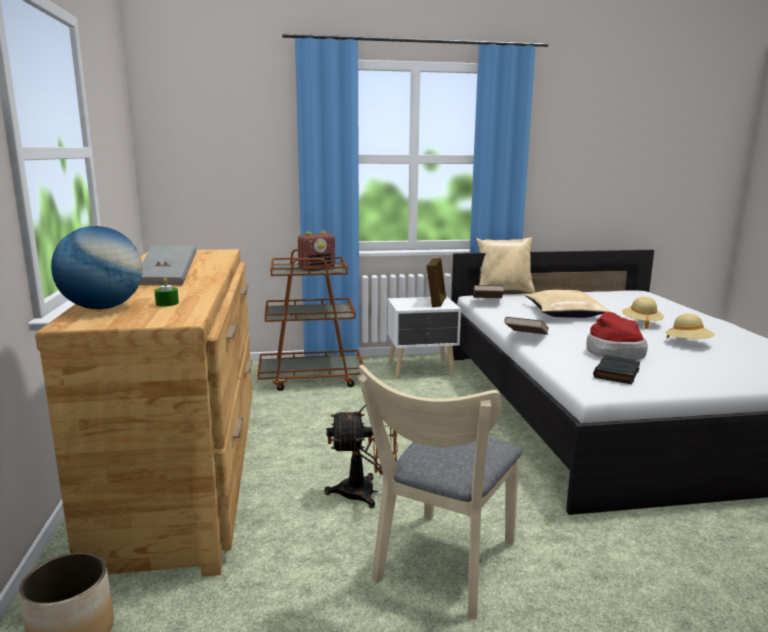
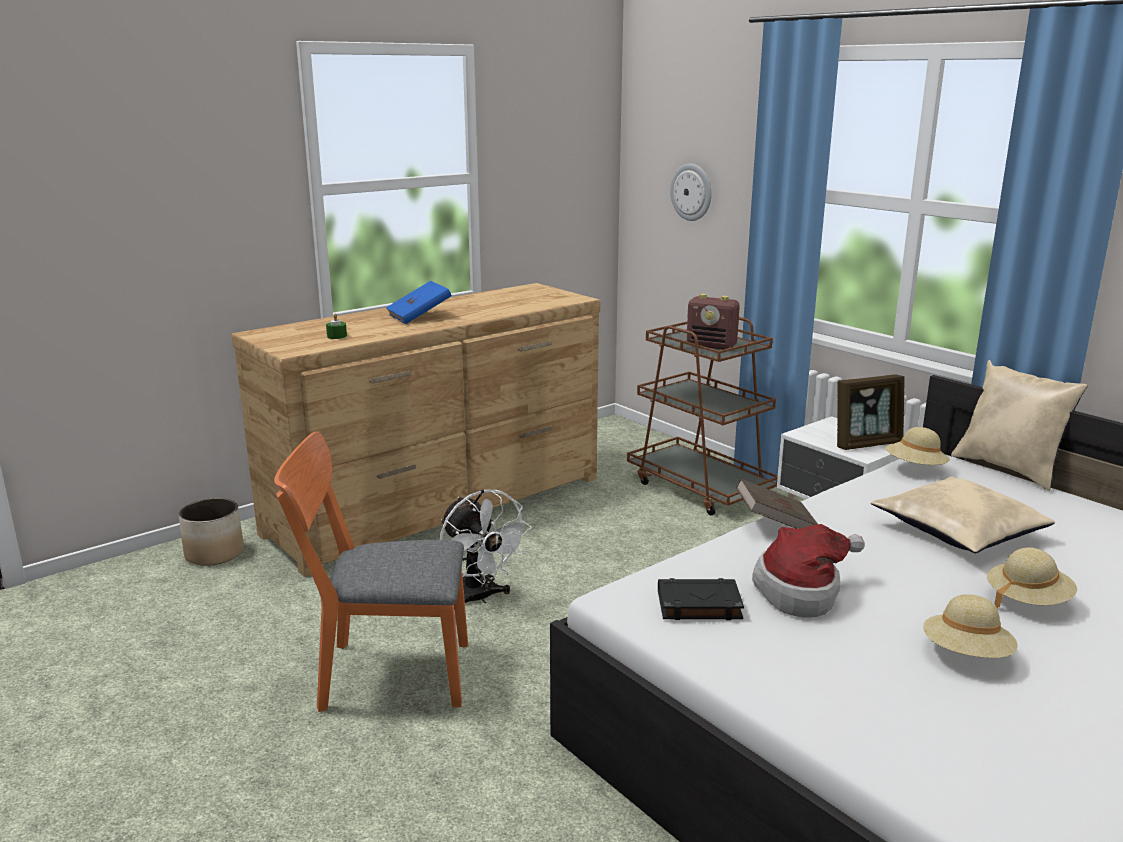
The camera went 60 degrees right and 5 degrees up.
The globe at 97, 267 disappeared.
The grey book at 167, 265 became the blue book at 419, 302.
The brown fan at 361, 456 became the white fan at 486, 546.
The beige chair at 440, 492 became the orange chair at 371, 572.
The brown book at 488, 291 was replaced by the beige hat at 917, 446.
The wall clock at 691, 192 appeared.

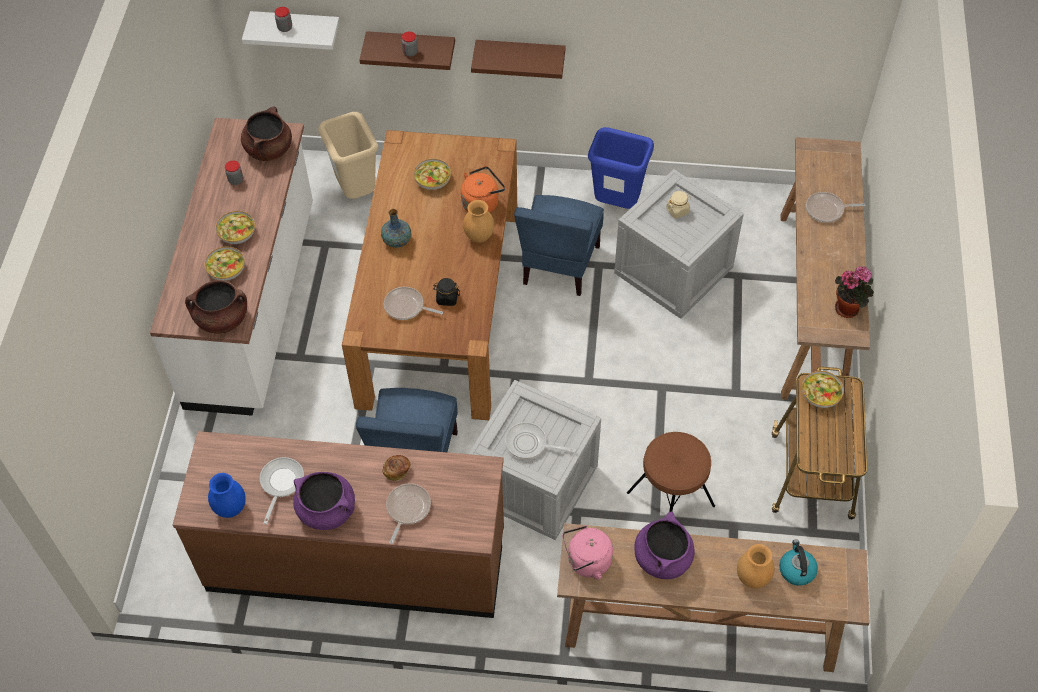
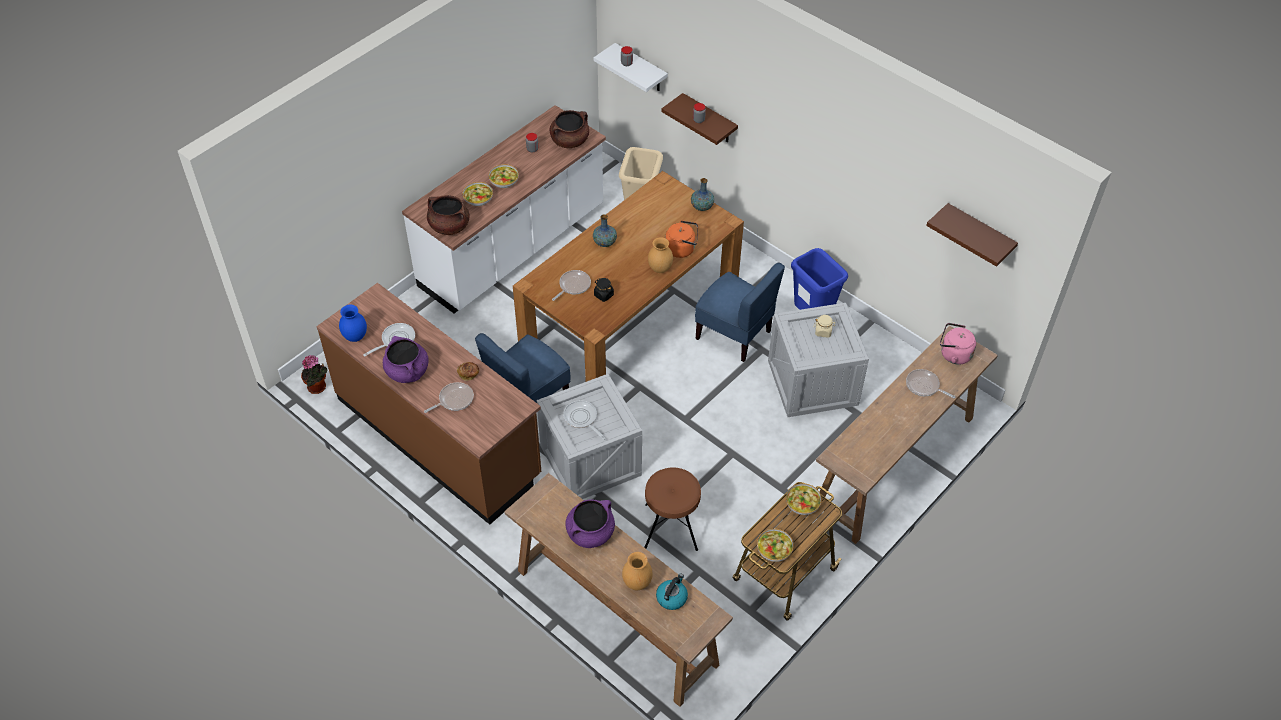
The camera went 35 degrees right and 5 degrees down.
The frying pan at 413, 303 turned 75 degrees clockwise.
The bowl moved from 432, 174 to 775, 545.
The brown shelf moved from 518, 59 to 972, 235.
The blue chair at 559, 245 turned 105 degrees counterclockwise.
The pink kettle moved from 587, 553 to 958, 344.
The potted plant moved from 854, 292 to 314, 374.
The vase at 702, 194 appeared.

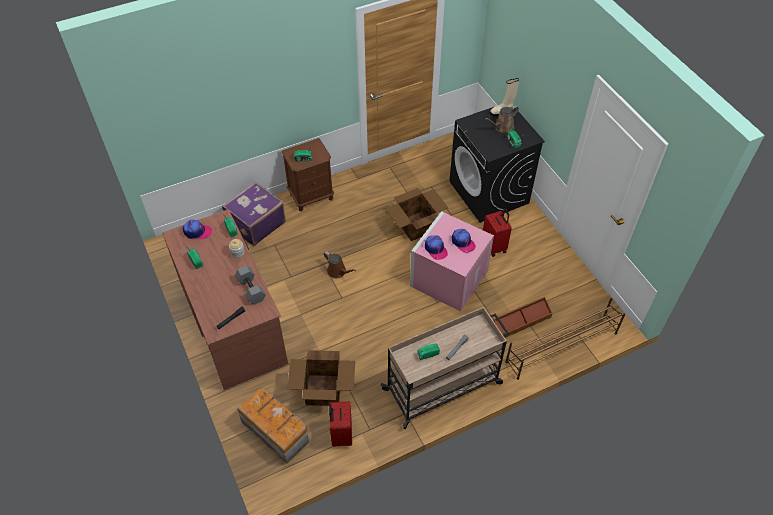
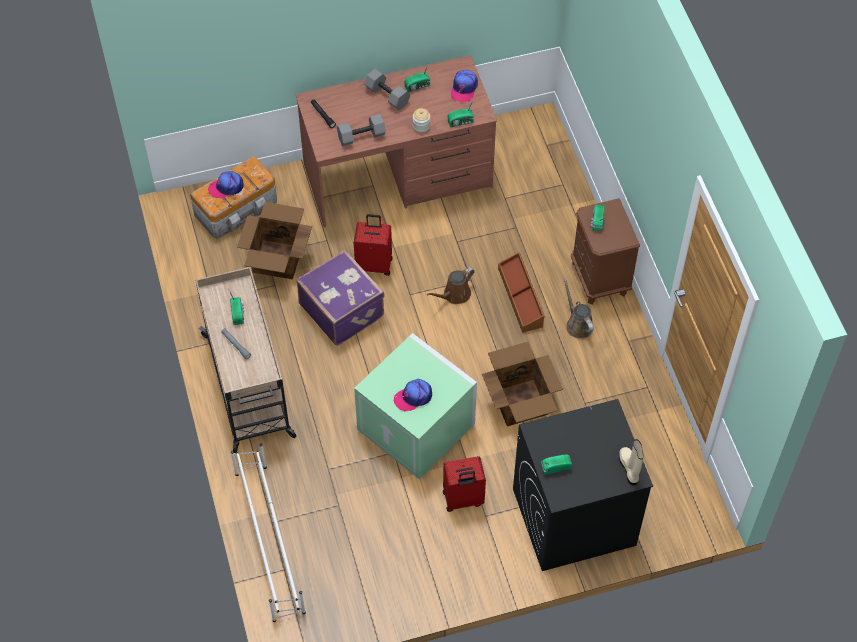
The camera went 100 degrees right and 5 degrees up.
The purple suitcase moved from 254, 213 to 340, 298.
The red suitcase moved from 340, 424 to 373, 245.
The pink storage box at 452, 261 became the green storage box at 415, 406.
The cap moved from 436, 247 to 225, 184.
The brown watering can moved from 502, 119 to 579, 308.
The brown storage box moved from 523, 317 to 521, 292.
The brown shoe rack at 565, 339 became the white shoe rack at 268, 532.
The grey dumbbell at 387, 89 appeared.

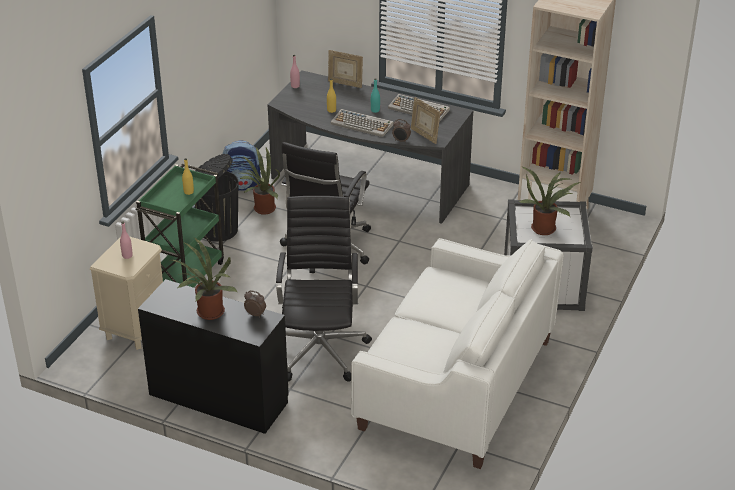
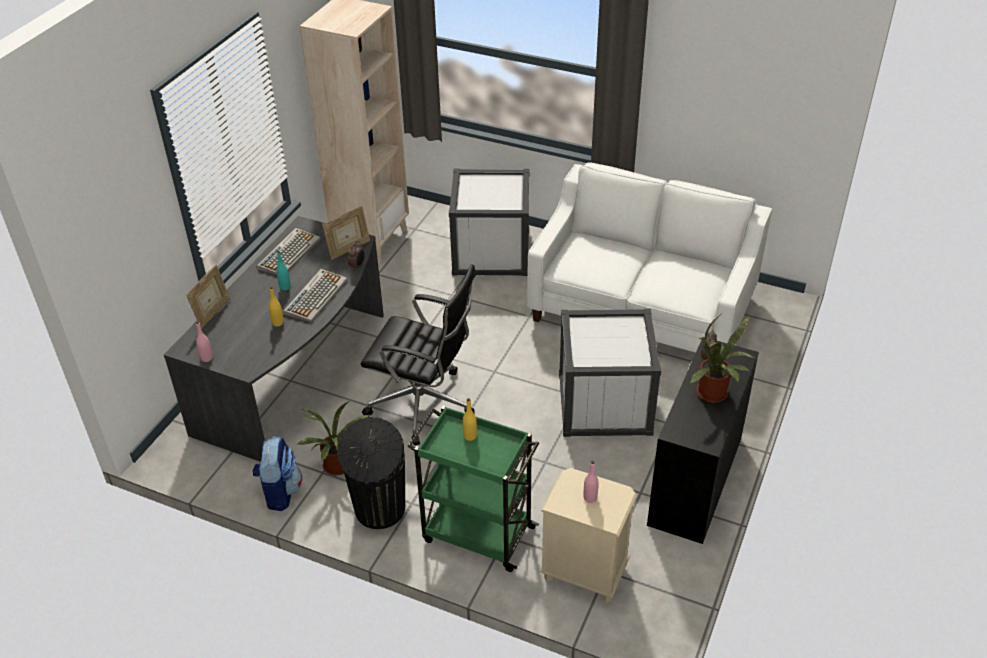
The camera went 90 degrees left and 5 degrees up.
The black office chair at 324, 289 was replaced by the white storage box at 610, 373.
The potted plant at 549, 200 disappeared.

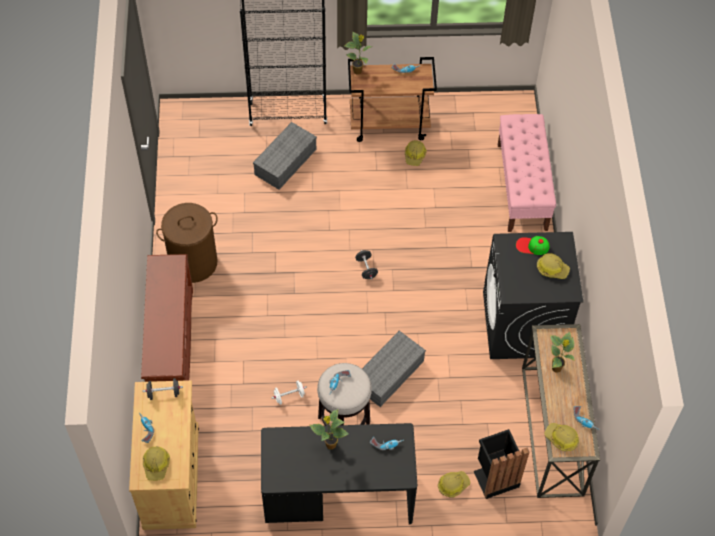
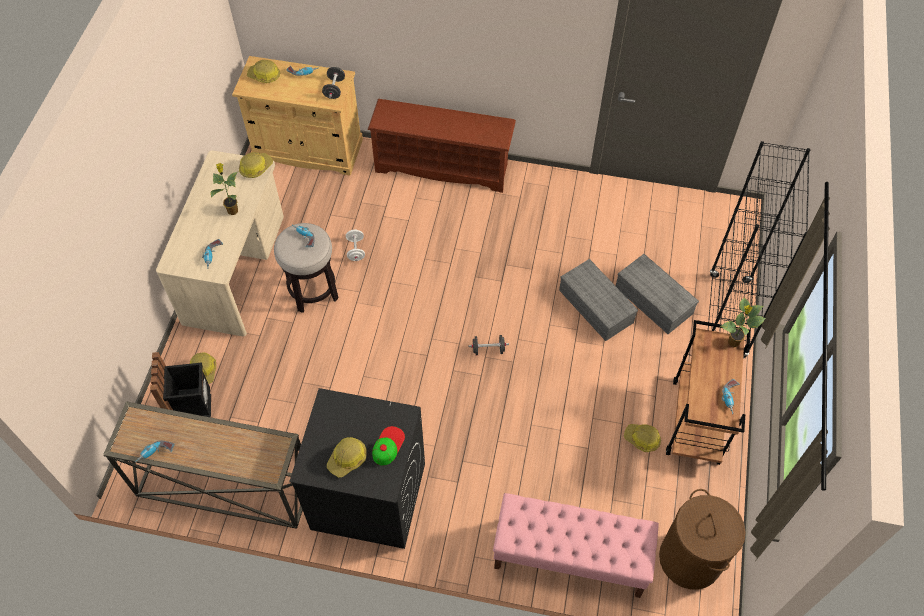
The camera went 105 degrees right and 0 degrees up.
The brown laundry basket moved from 187, 243 to 702, 539.
The black desk at 339, 473 became the beige desk at 220, 243.
The grey storage box moved from 394, 369 to 598, 300.
The hard hat moved from 561, 437 to 256, 165.
The potted plant at 562, 352 disappeared.

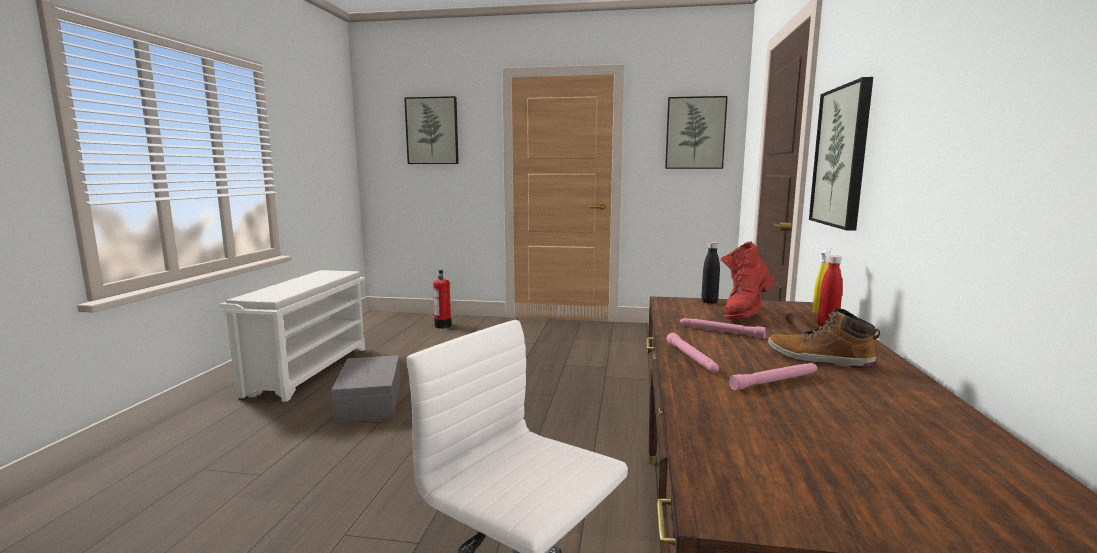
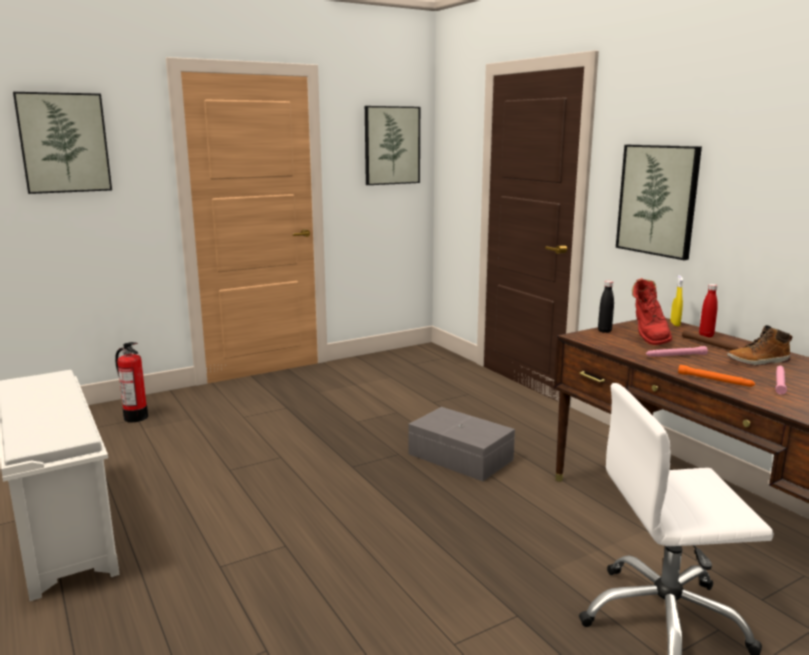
The camera went 40 degrees left and 5 degrees up.
The grey storage box moved from 366, 388 to 462, 444.
The pink flashlight at 693, 353 became the orange flashlight at 716, 376.

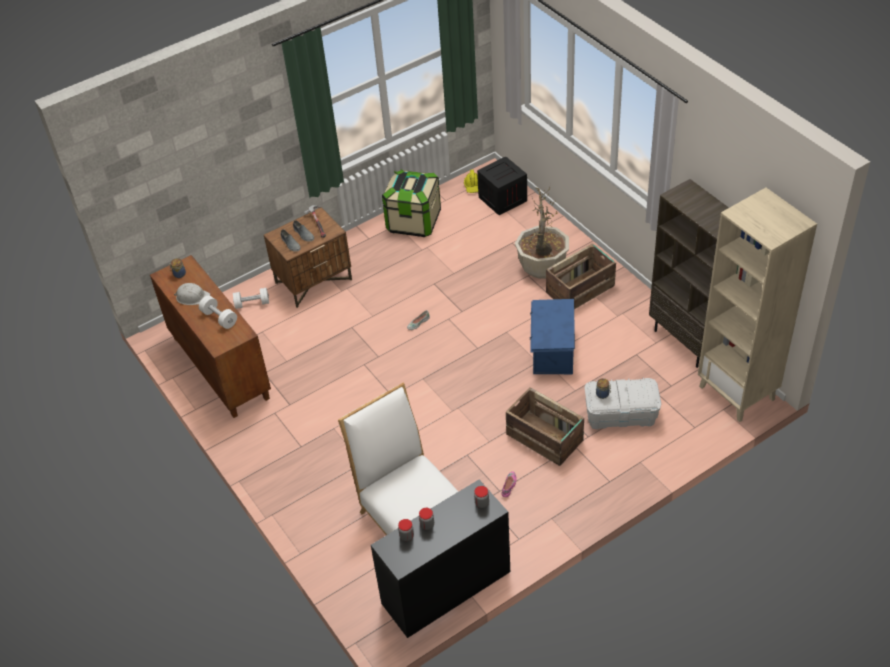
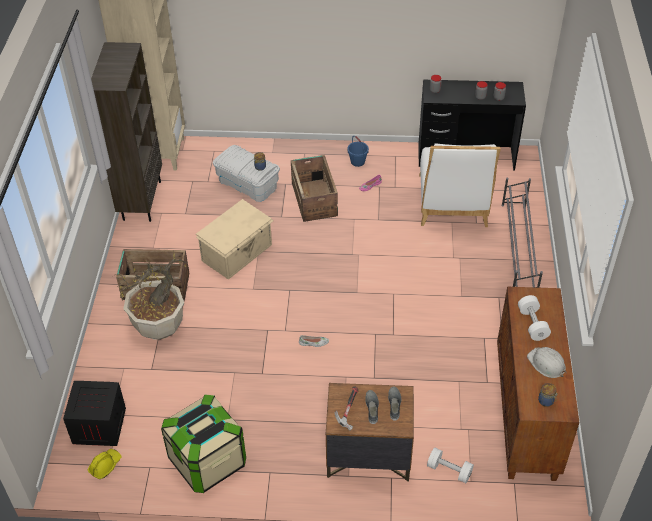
The camera went 145 degrees left and 0 degrees up.
The blue storage box at 552, 336 became the beige storage box at 235, 239.
The blue bucket at 358, 151 appeared.
The grey shoe rack at 522, 232 appeared.

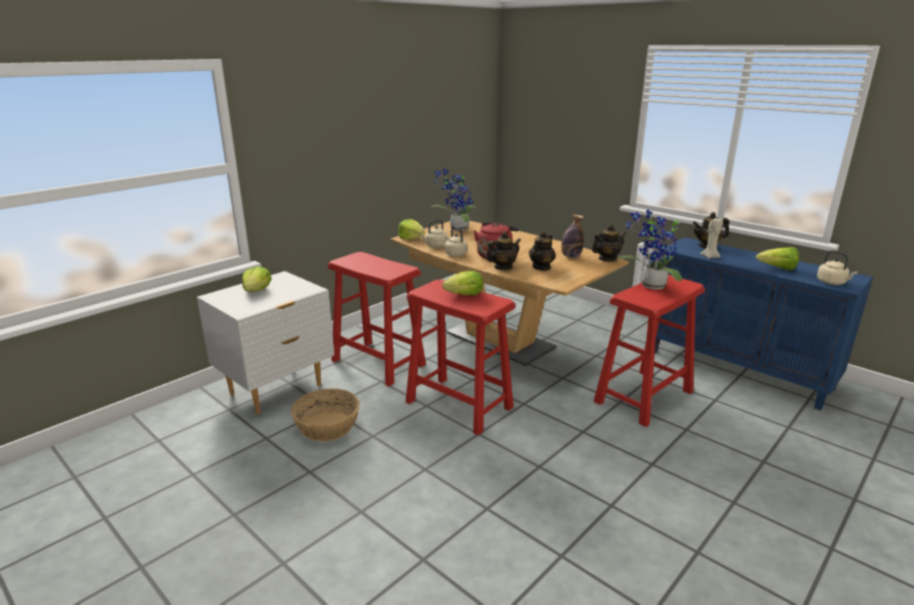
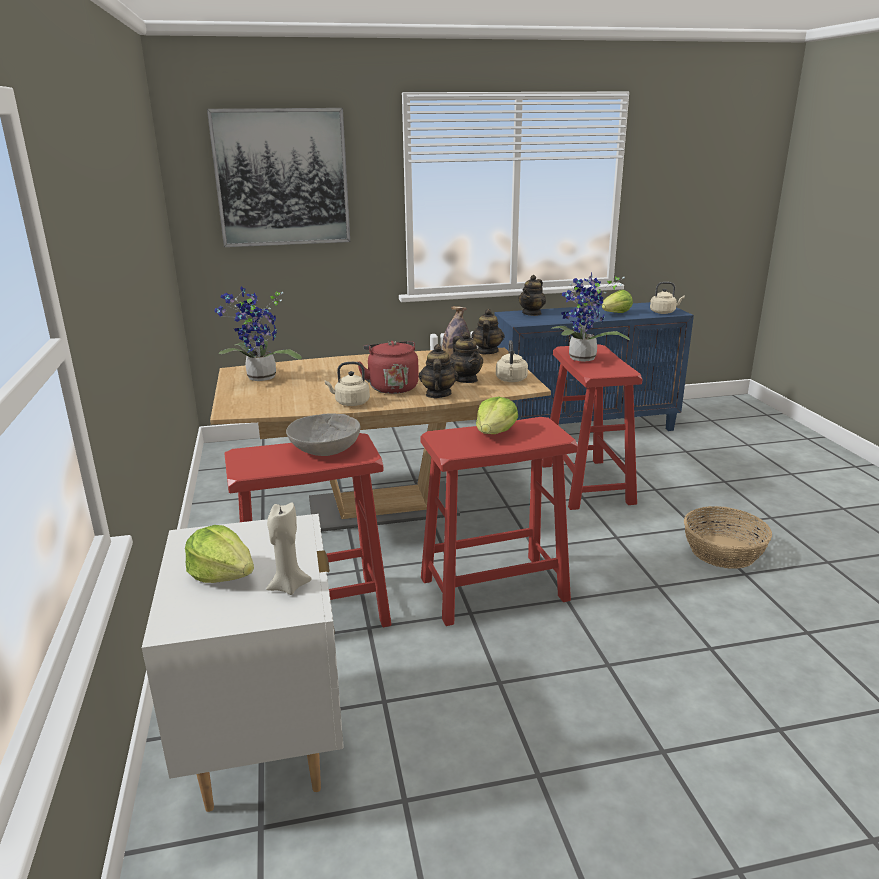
The camera went 55 degrees left and 0 degrees up.
The basket moved from 325, 414 to 728, 537.
The lettuce at 411, 229 disappeared.
The beige kettle moved from 434, 233 to 512, 361.
The beige candle moved from 711, 238 to 289, 548.
The picture at 278, 177 appeared.
The grey bowl at 323, 434 appeared.

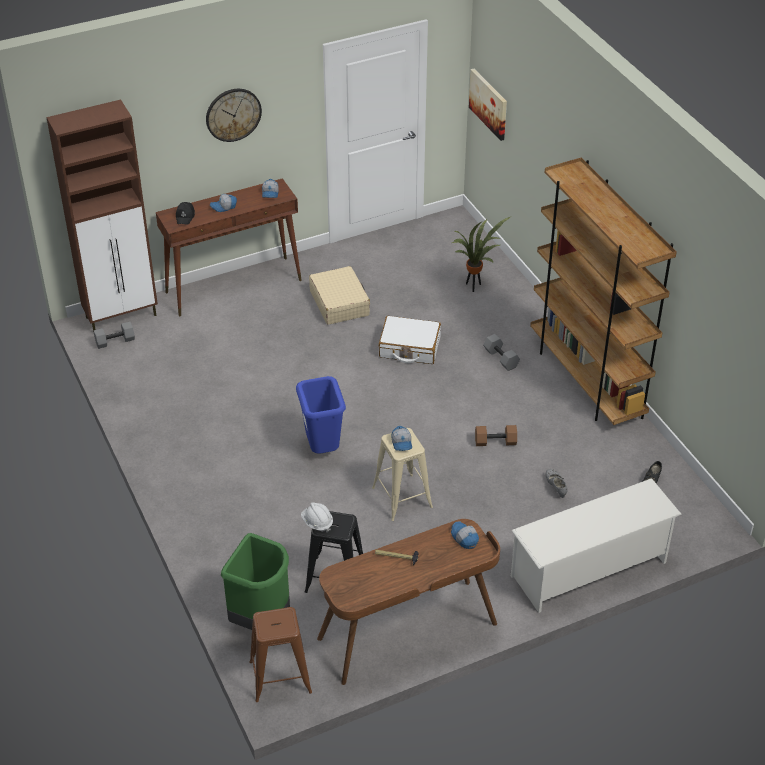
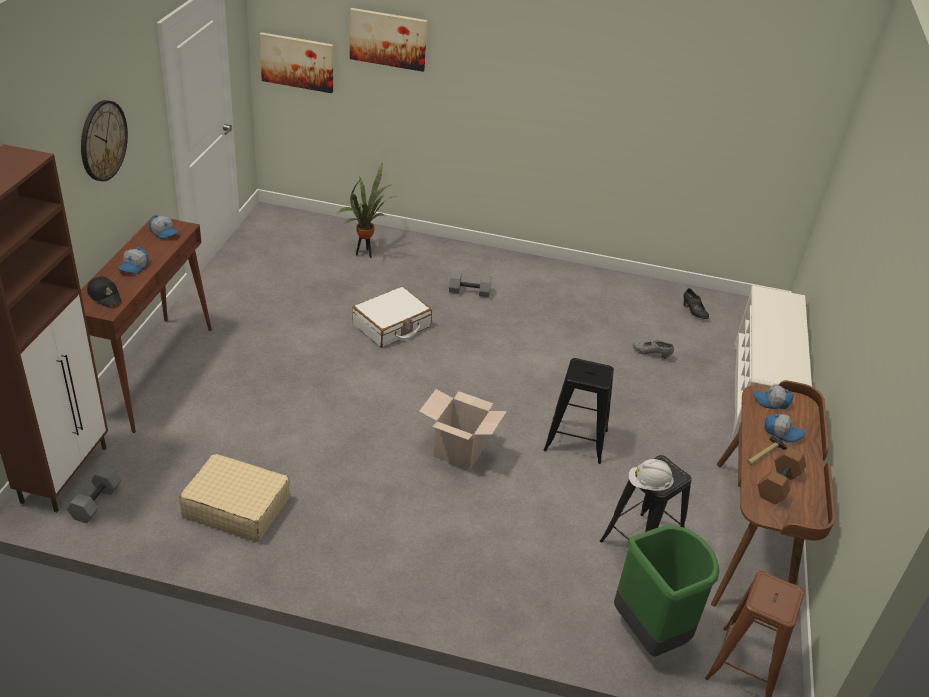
The camera went 55 degrees left and 5 degrees down.
The blue trash can at 321, 415 was replaced by the cardboard box at 463, 429.
The beige suitcase moved from 339, 295 to 234, 498.
The beige stool at 402, 474 became the black stool at 579, 411.
The cap moved from 402, 438 to 785, 428.
The brown dumbbell moved from 496, 435 to 782, 475.
The brown bookcase at 603, 291 disappeared.
The picture at 388, 40 appeared.

